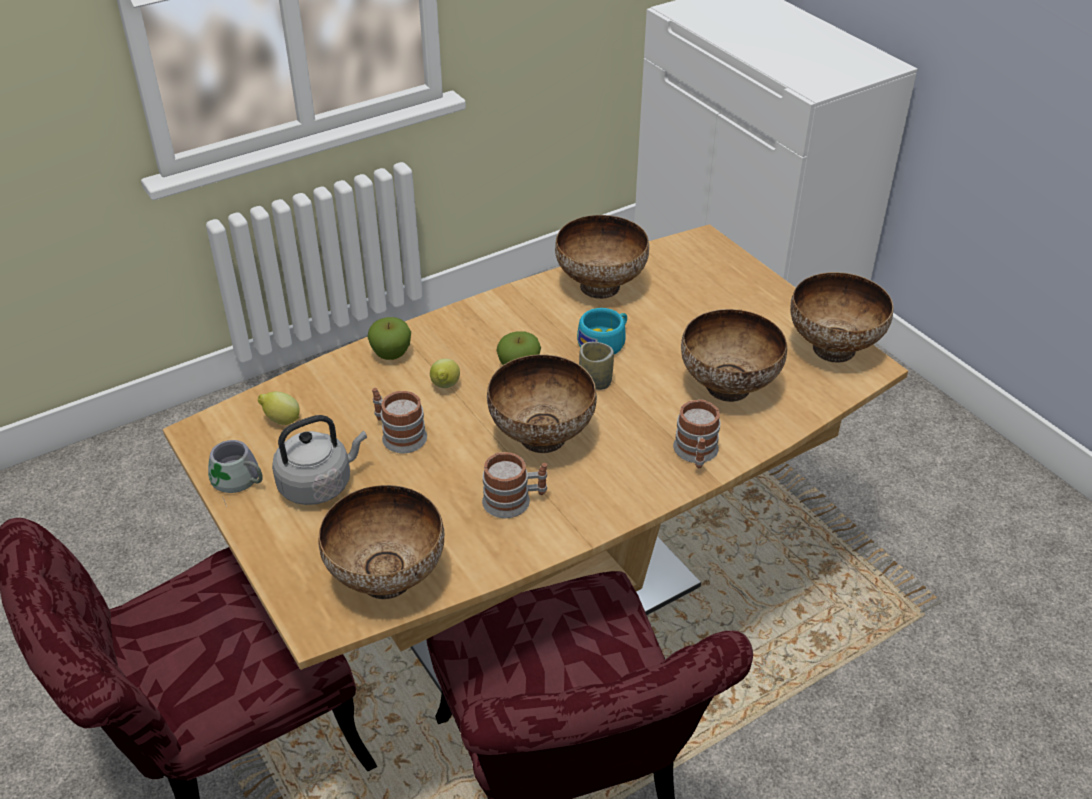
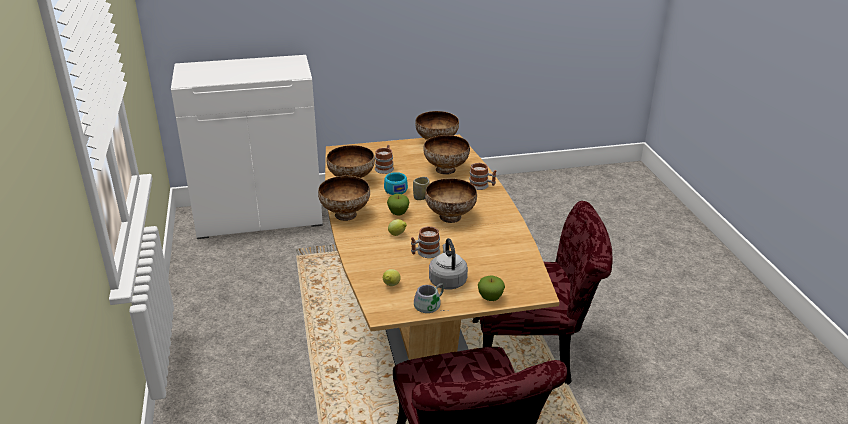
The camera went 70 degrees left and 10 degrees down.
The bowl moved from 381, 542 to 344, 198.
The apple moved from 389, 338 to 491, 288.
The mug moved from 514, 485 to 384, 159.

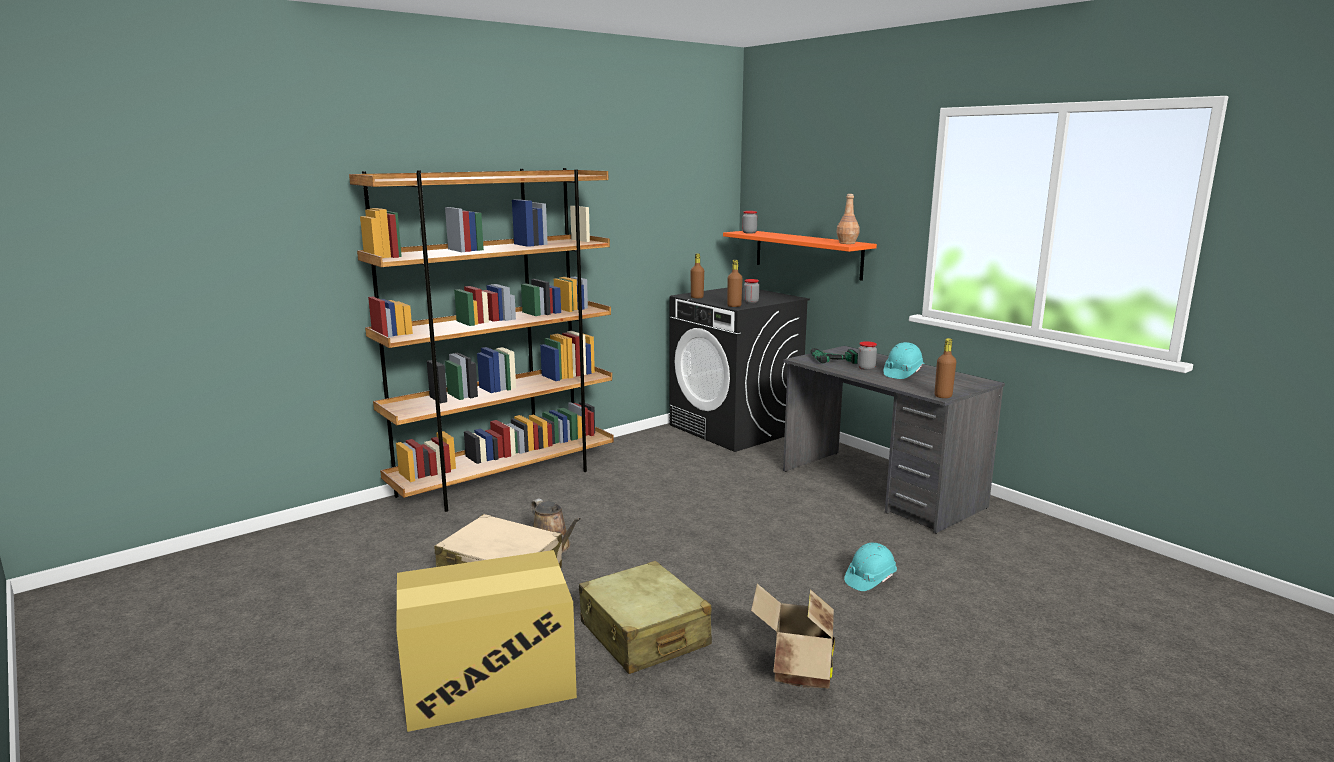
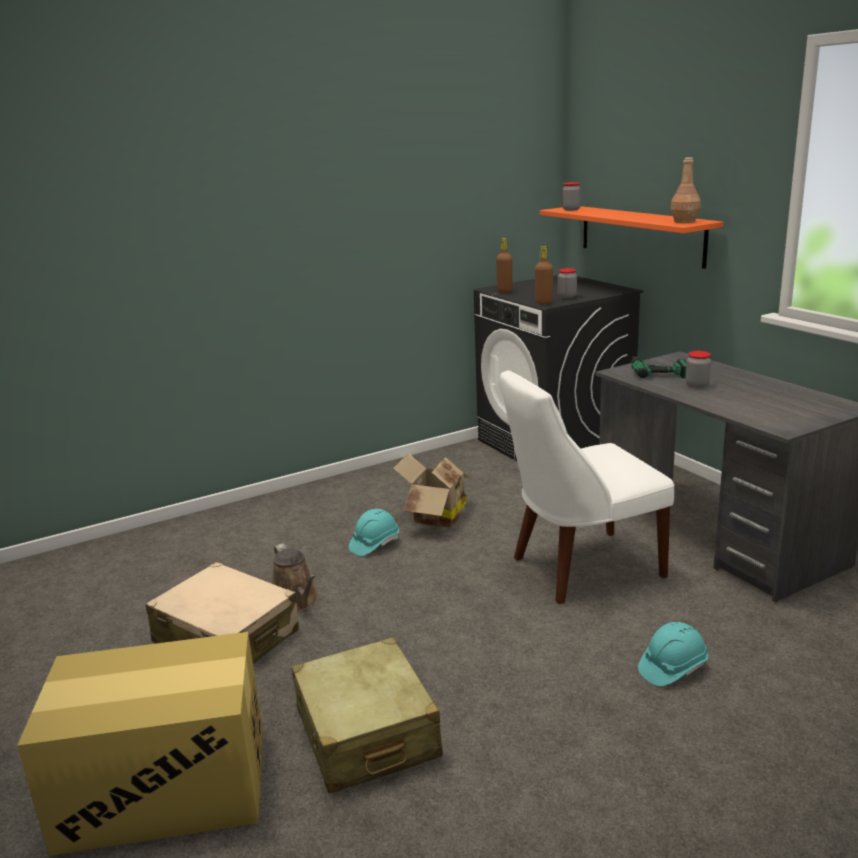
The camera went 10 degrees right and 5 degrees up.
The brown bookcase at 481, 340 disappeared.
The cardboard box moved from 793, 636 to 431, 490.
The turquoise hard hat moved from 904, 360 to 374, 532.
The brown bottle at 945, 368 disappeared.
The white chair at 587, 487 appeared.

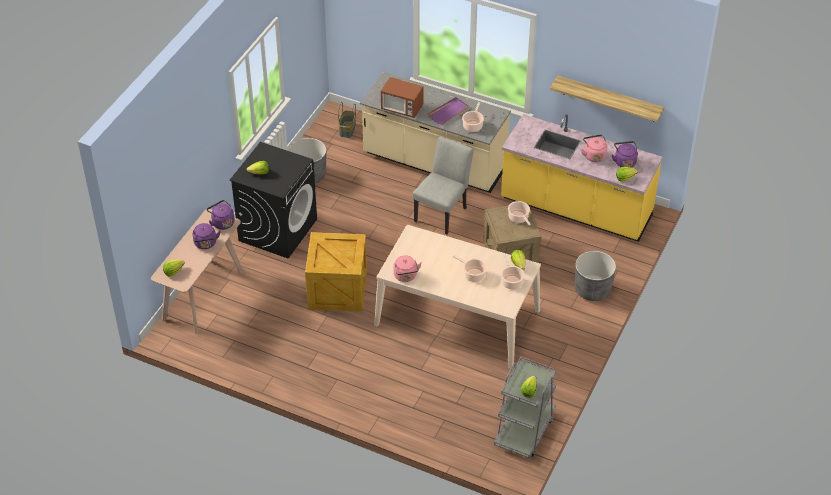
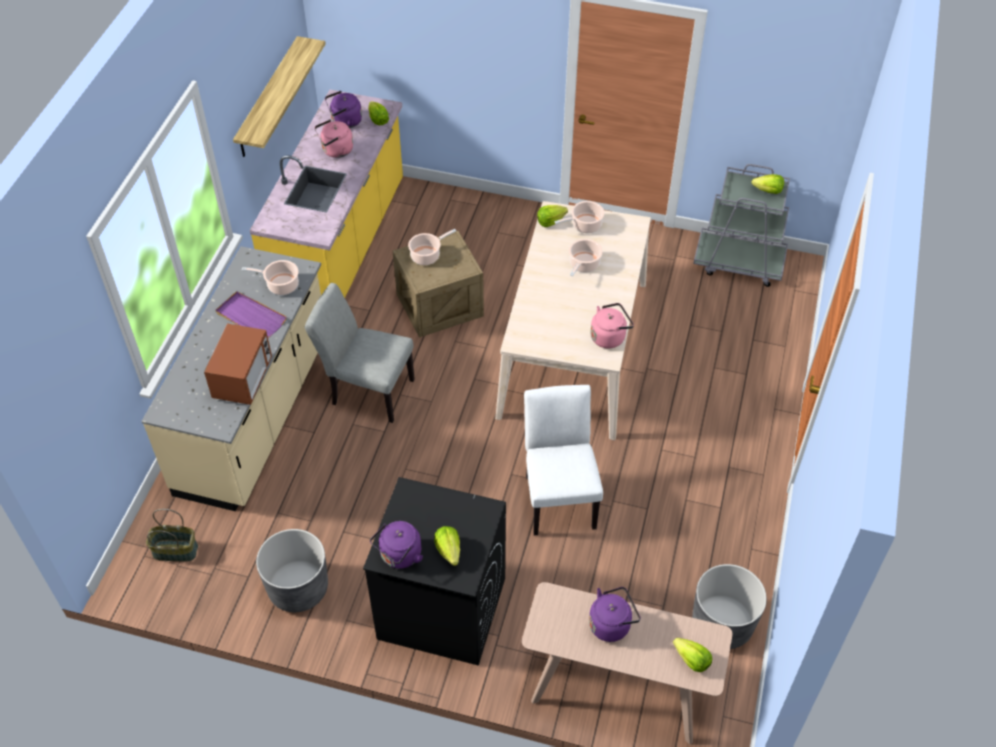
The camera went 100 degrees left and 5 degrees up.
The purple kettle moved from 221, 215 to 396, 545.
The crate at 336, 272 was replaced by the white chair at 563, 460.
The grey planter moved from 595, 276 to 729, 606.

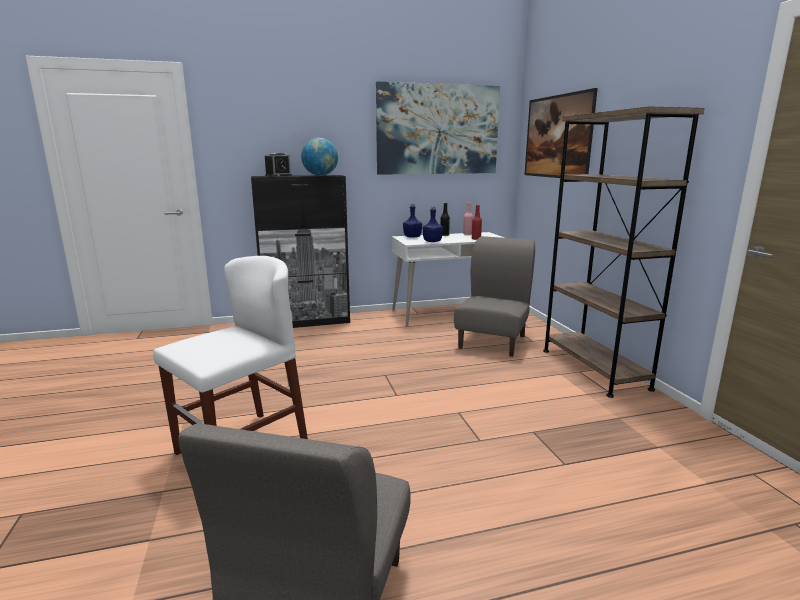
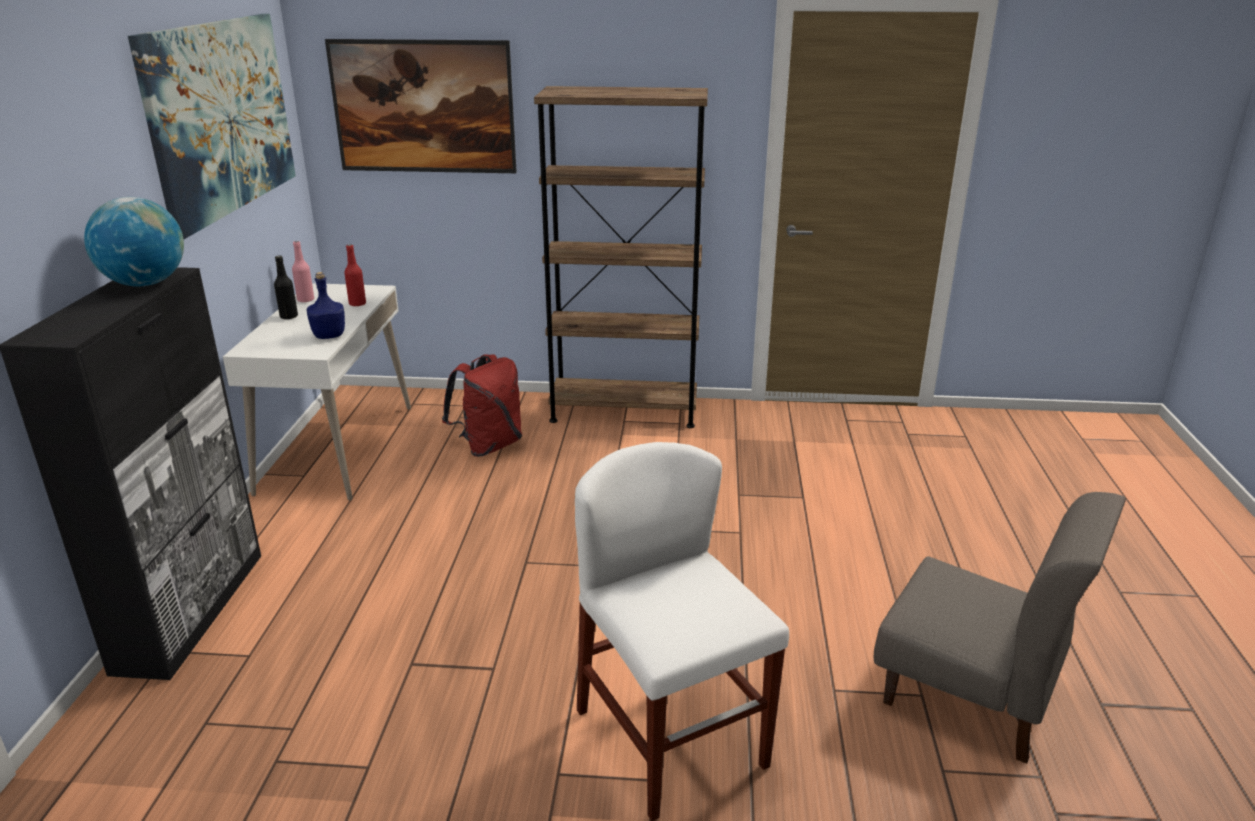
The camera went 70 degrees left and 10 degrees up.
The alarm clock at 278, 165 disappeared.
The blue bottle at 412, 221 disappeared.
The grey chair at 494, 296 was replaced by the red backpack at 482, 405.

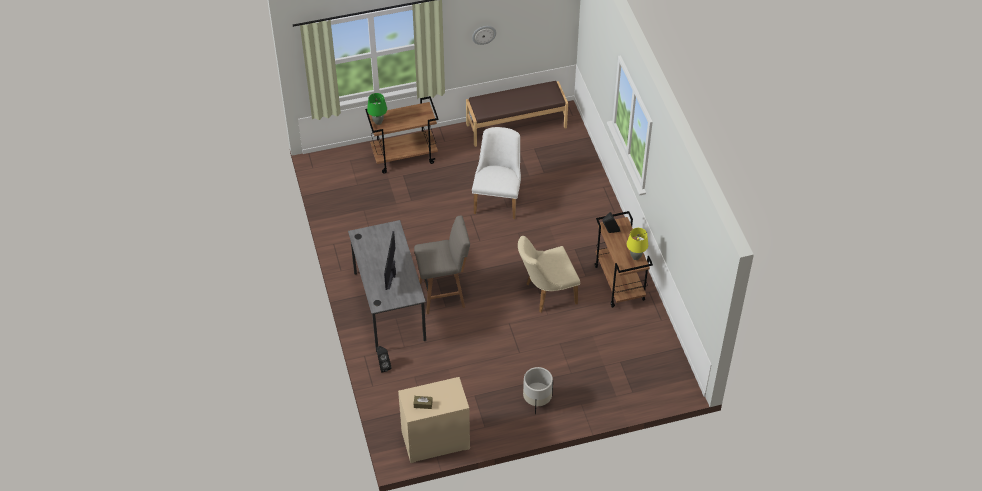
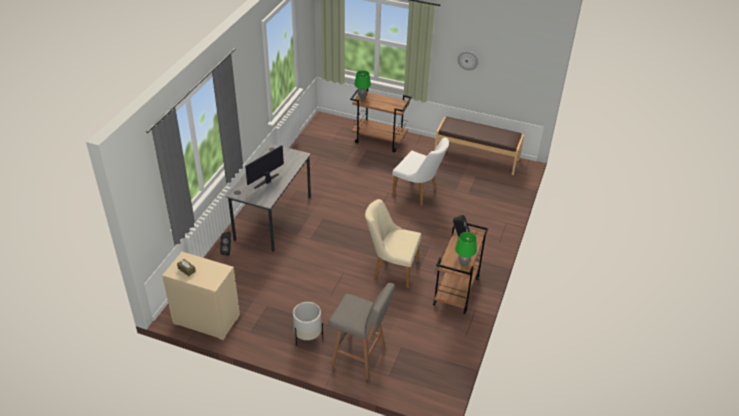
The camera went 35 degrees right and 10 degrees down.
The grey stool moved from 442, 264 to 362, 331.
The white chair at 496, 173 turned 75 degrees clockwise.
The yellow table lamp at 637, 244 became the green table lamp at 466, 249.

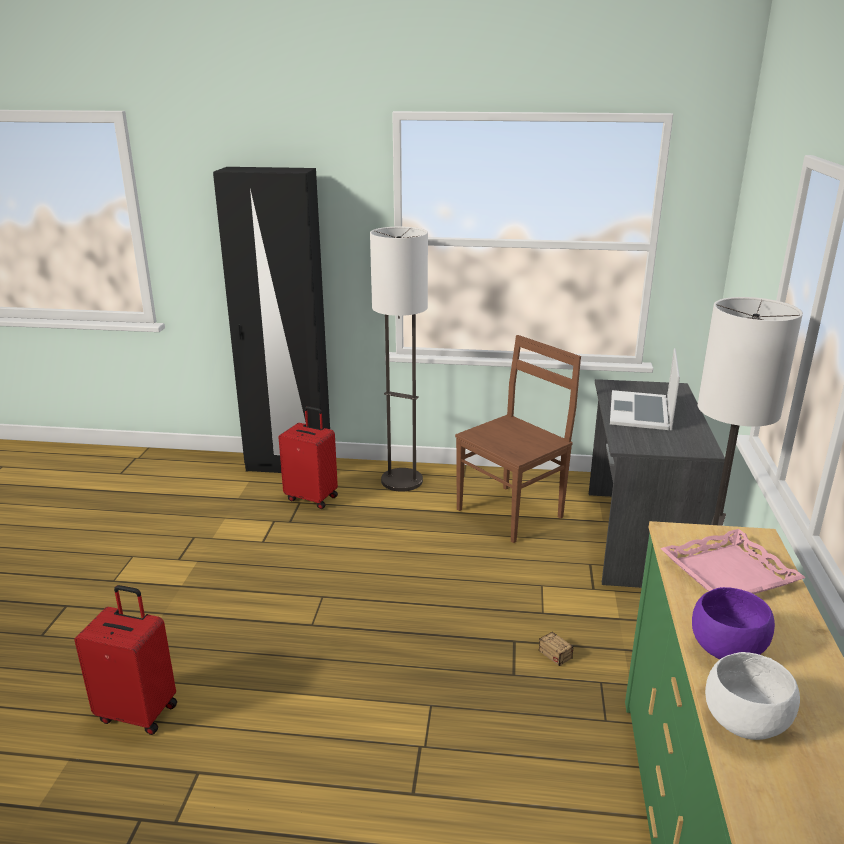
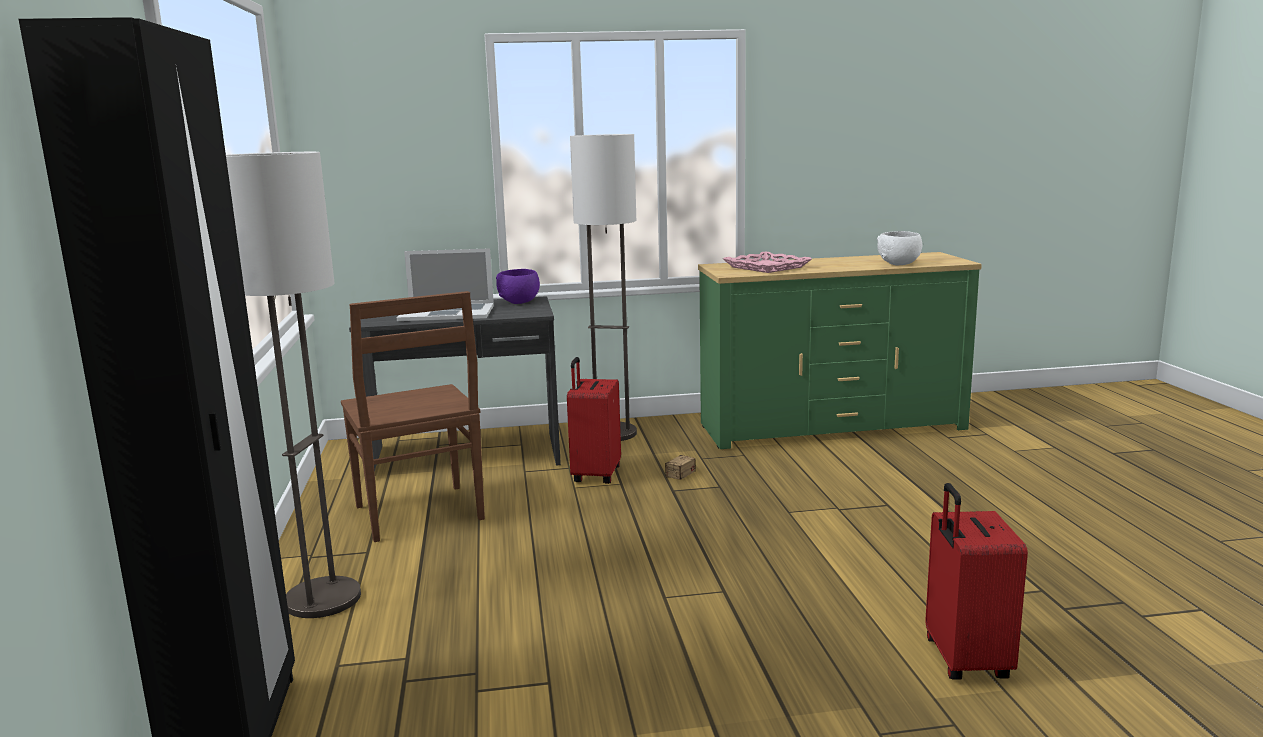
The camera went 105 degrees left and 10 degrees down.
The red suitcase moved from 308, 457 to 594, 420.
The brown chair at 518, 439 turned 150 degrees counterclockwise.
The purple bowl moved from 733, 623 to 518, 286.

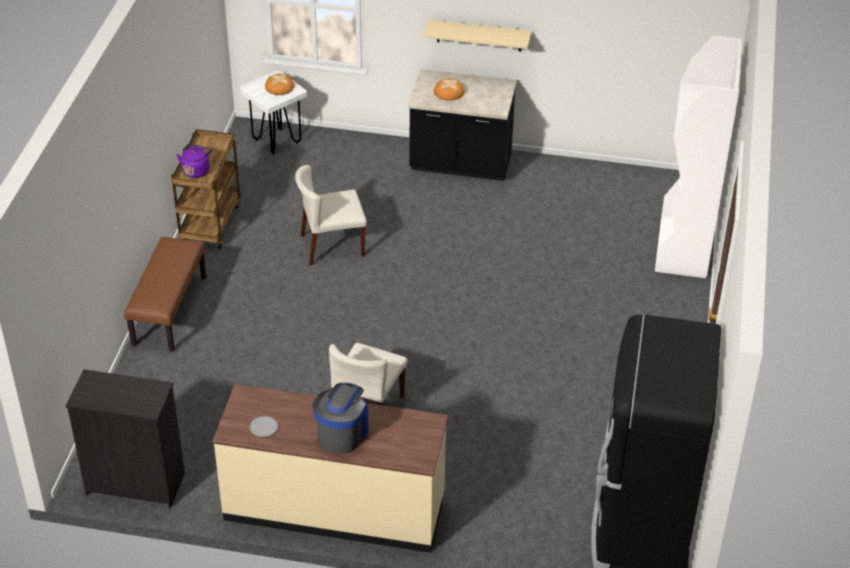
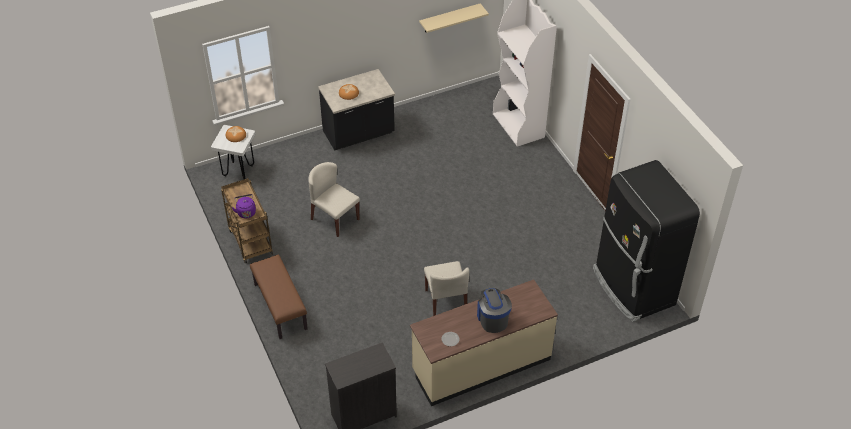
The camera went 35 degrees left and 5 degrees up.
The beige chair at 331, 215 turned 90 degrees clockwise.
The beige shelf moved from 477, 35 to 454, 18.

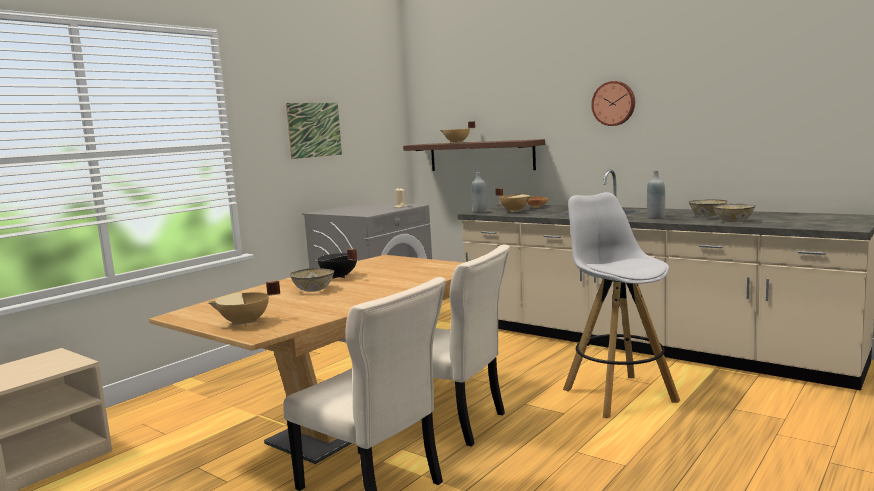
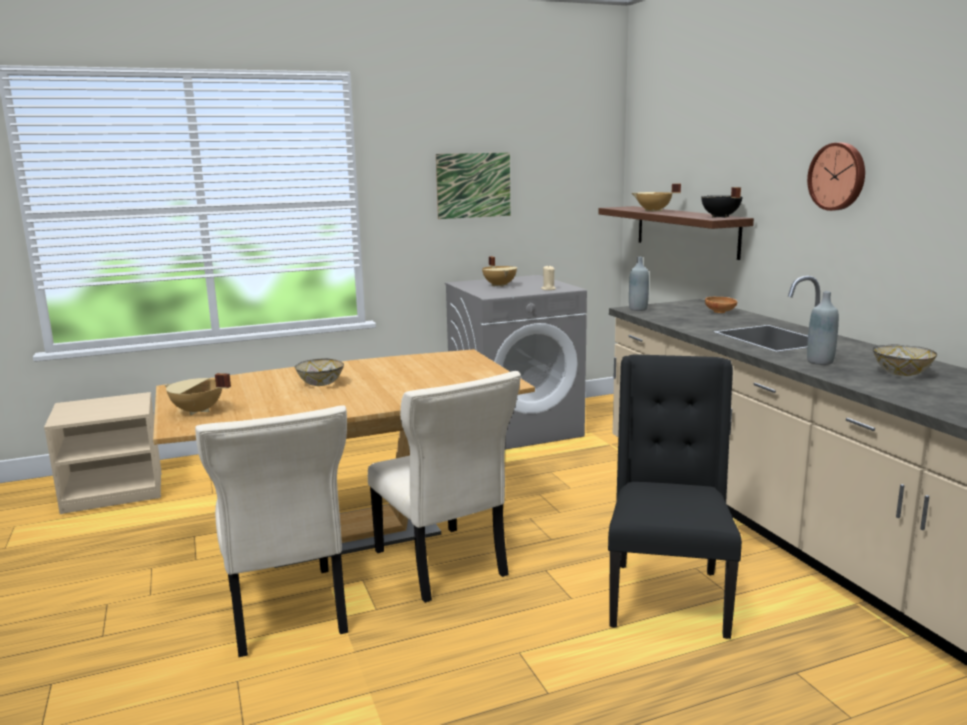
The camera went 30 degrees right and 5 degrees up.
The black cooking pot moved from 337, 264 to 721, 202.
The beige cooking pot moved from 513, 200 to 499, 271.
The white stool at 621, 305 was replaced by the black chair at 675, 496.
The bowl at 734, 213 disappeared.

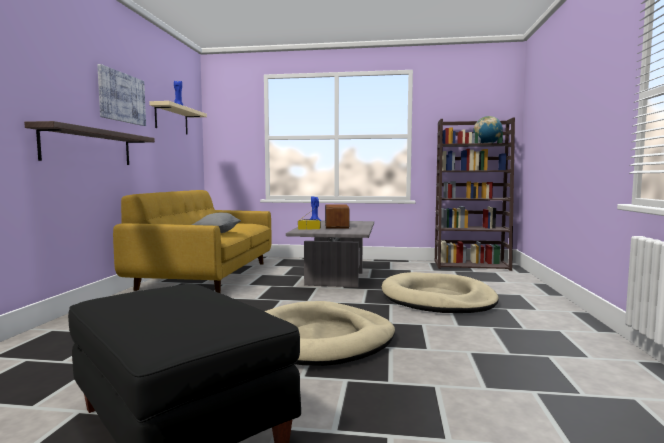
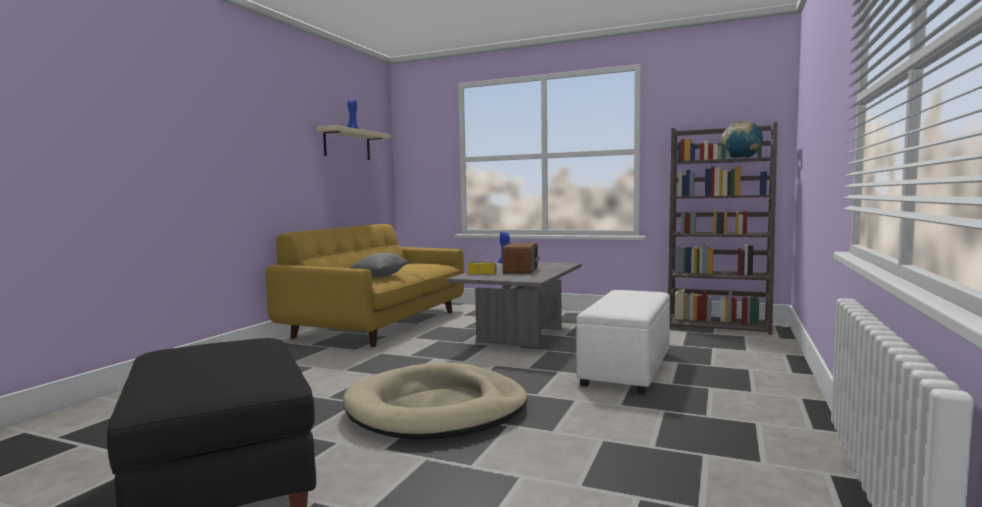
The camera went 15 degrees right and 0 degrees up.
The shelf at 89, 143 disappeared.
The picture at 121, 95 disappeared.
The beige dog bed at 440, 292 was replaced by the white ottoman at 623, 342.

